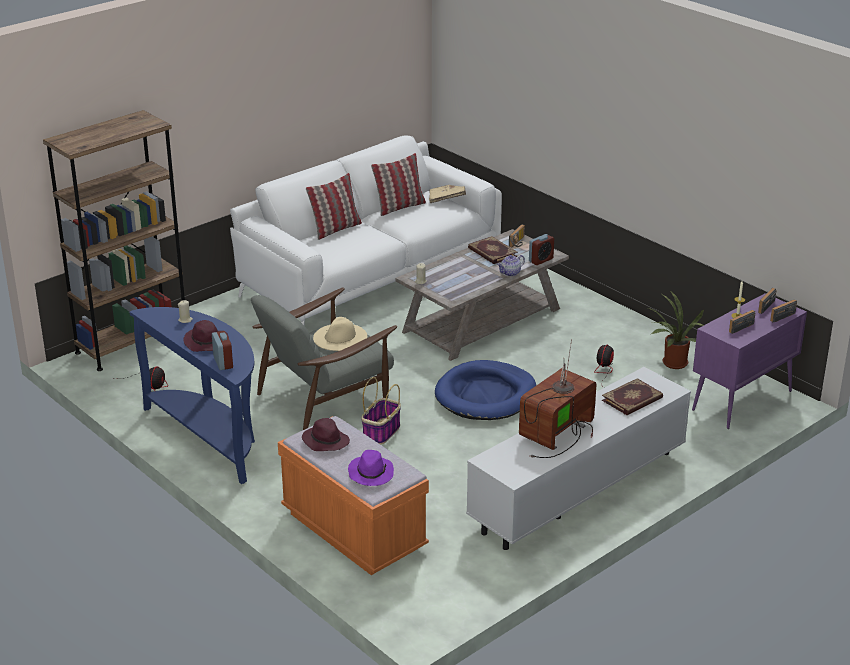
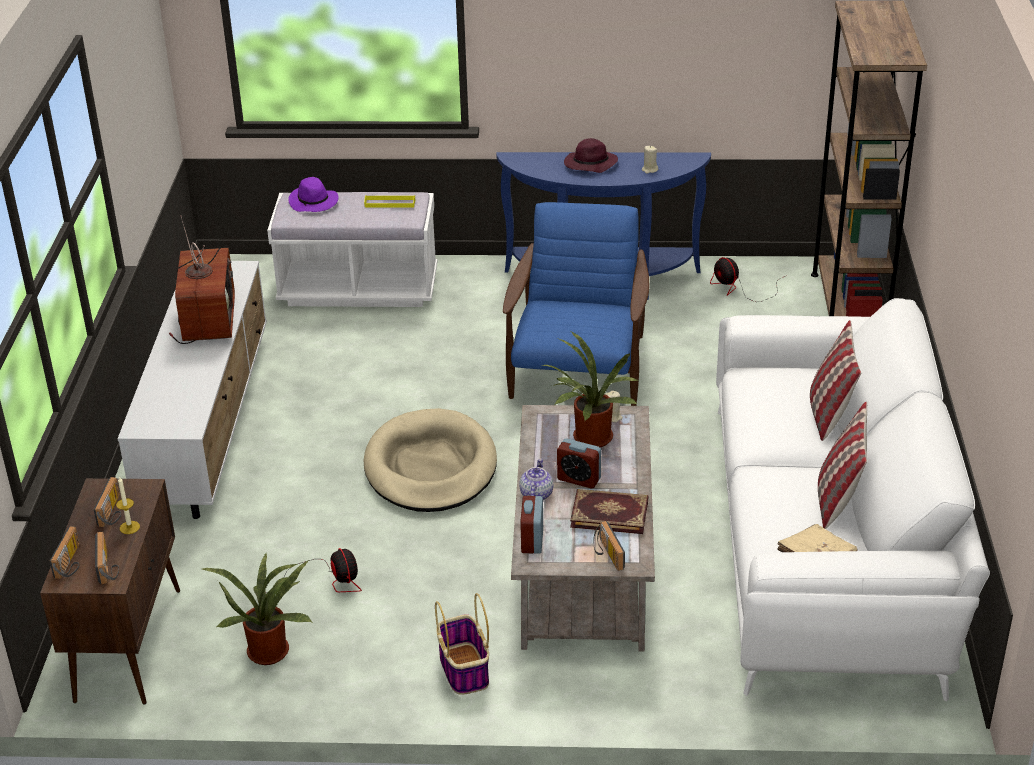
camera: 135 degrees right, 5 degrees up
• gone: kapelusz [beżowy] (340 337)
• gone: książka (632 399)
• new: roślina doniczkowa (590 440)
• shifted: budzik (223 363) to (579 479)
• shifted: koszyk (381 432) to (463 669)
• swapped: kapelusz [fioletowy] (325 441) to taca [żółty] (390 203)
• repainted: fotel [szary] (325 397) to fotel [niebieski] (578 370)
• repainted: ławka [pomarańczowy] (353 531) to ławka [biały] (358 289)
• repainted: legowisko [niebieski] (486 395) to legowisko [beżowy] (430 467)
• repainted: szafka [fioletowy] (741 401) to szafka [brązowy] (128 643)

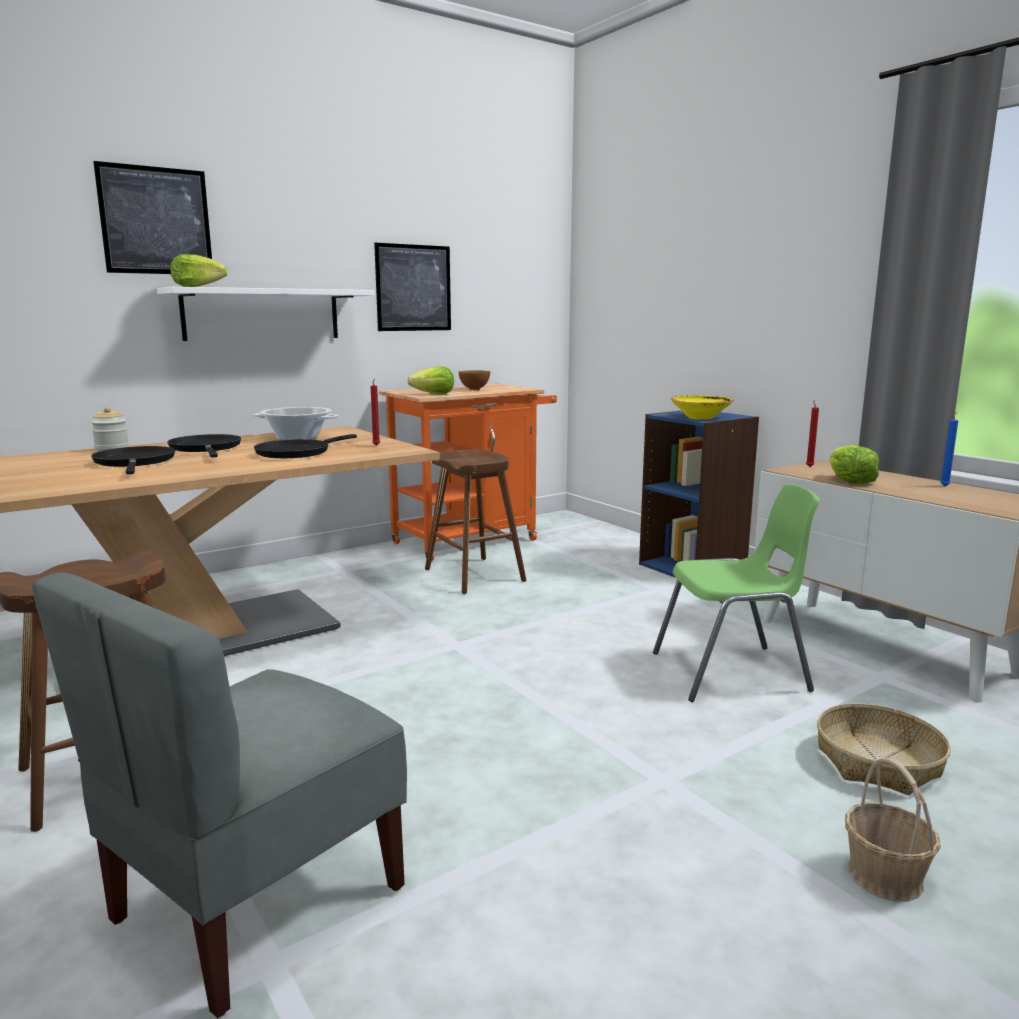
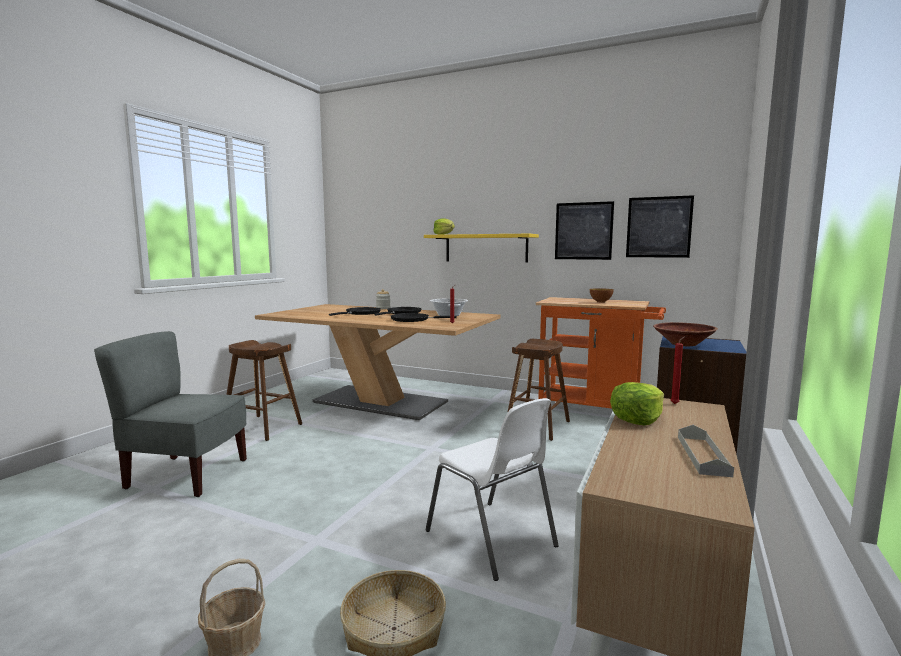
camera: 60 degrees right, 5 degrees down
• gone: sałata (434 394)
• shifted: obraz (156 221) to (658 227)
• swapped: świeca [niebieski] (945 486) to taca [szary] (703 455)
• repainted: półka [biały] (262 314) to półka [żółty] (486 248)
• repainted: krzesło [zielony] (732 672) to krzesło [biały] (492 539)
• repainted: miska [żółty] (700 418) to miska [brązowy] (683 344)

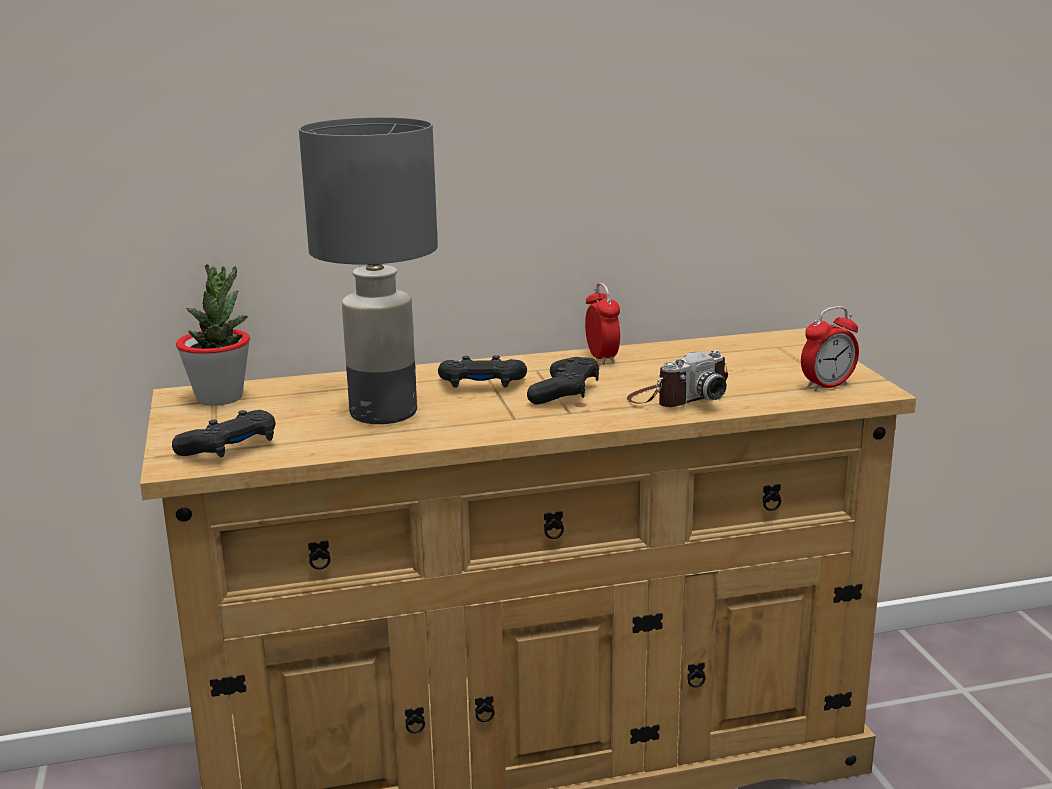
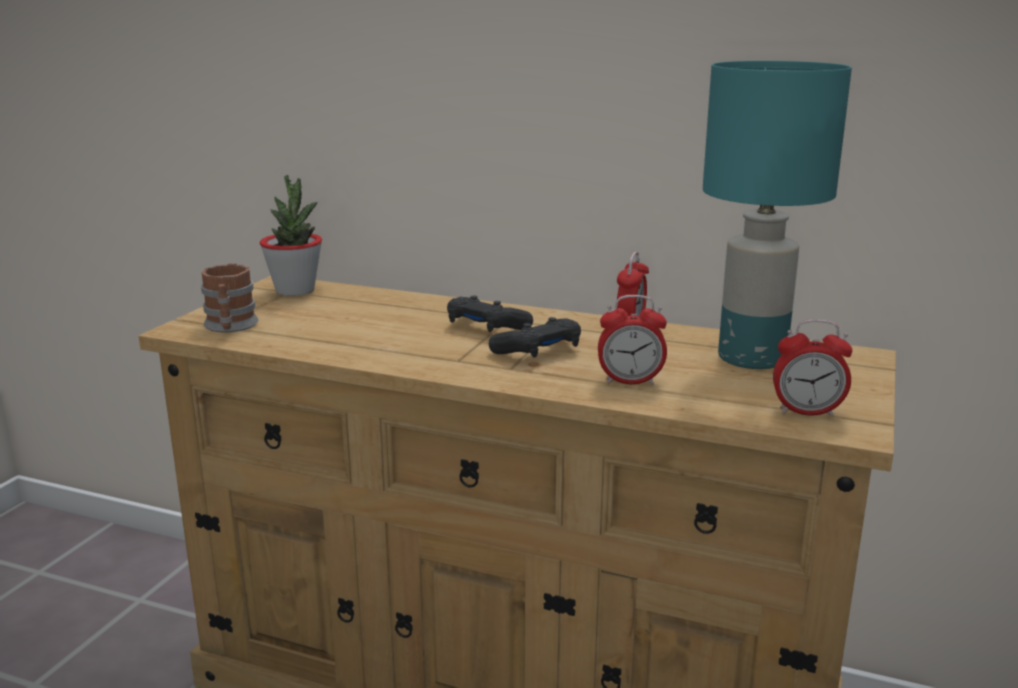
camera: 35 degrees right, 0 degrees up
• gone: lampa stołowa [szary] (384 414)
• new: lampa stołowa [turkusowy] (753 358)
• swapped: pad do gier [czarny] (230 448) to kubek (230 327)
• swapped: aparat fotograficzny (678 397) to budzik (630 382)

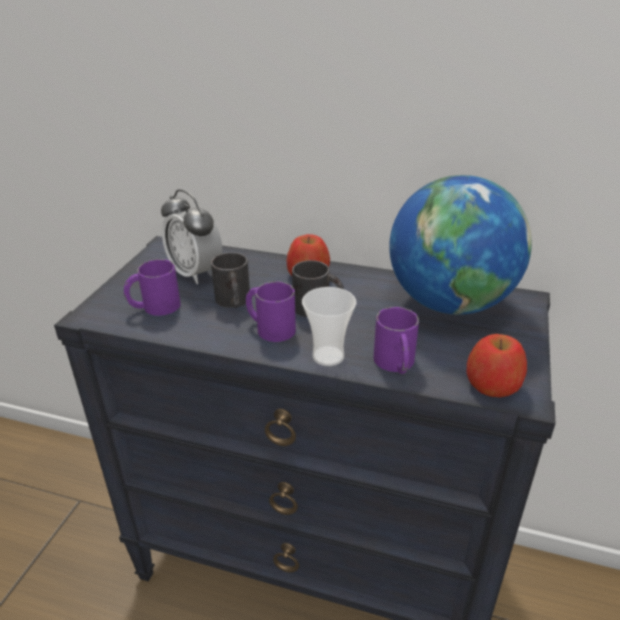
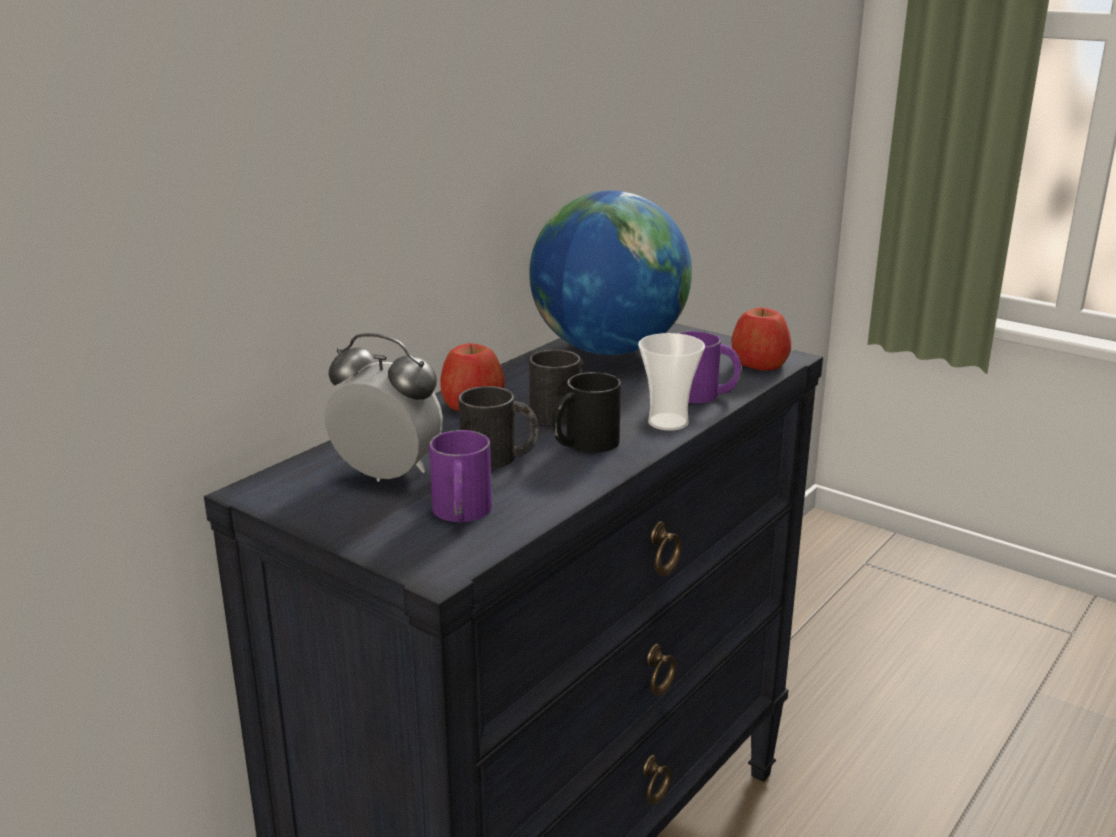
camera: 70 degrees left, 10 degrees down
• repainted: kubek [fioletowy] (269 327) to kubek [czarny] (583 444)
• rotated: budzik (195 273) = (387 474) 135 degrees counterclockwise

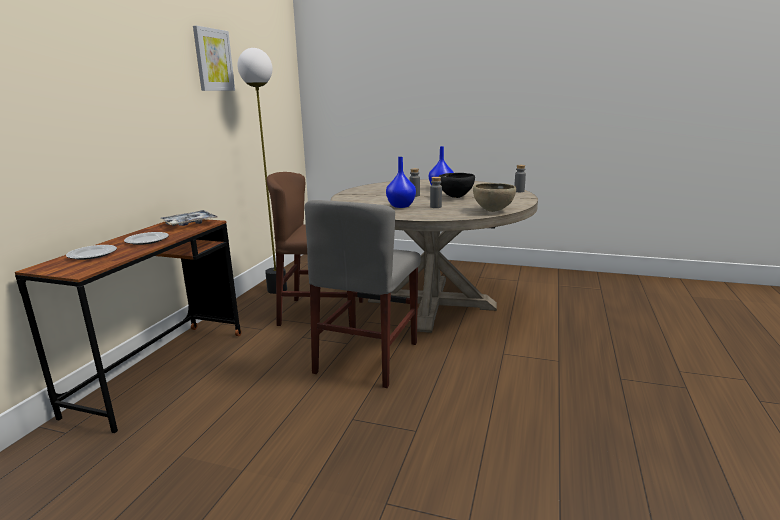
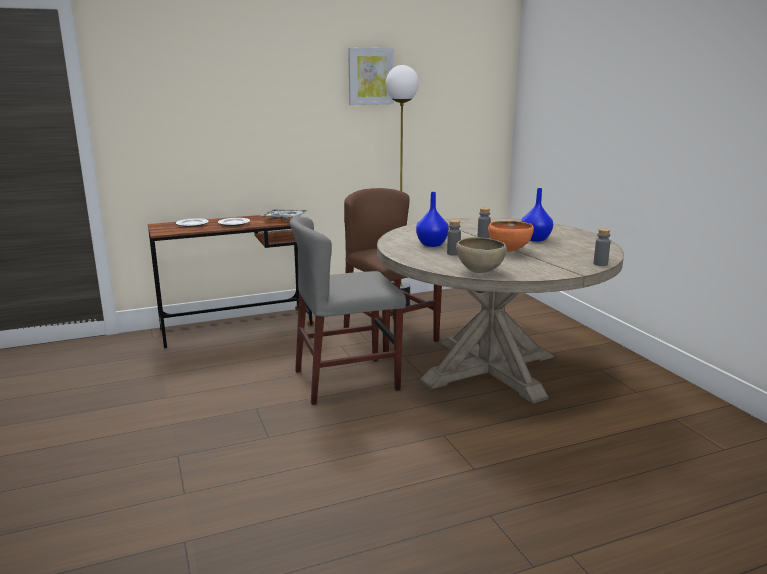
camera: 50 degrees right, 0 degrees up
• repainted: miska [czarny] (456 197) to miska [pomarańczowy] (509 251)

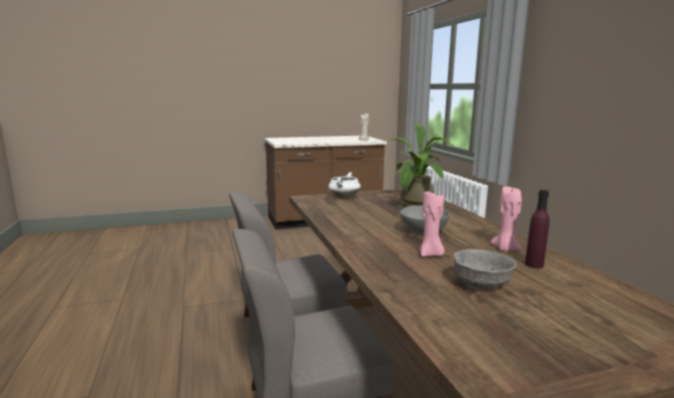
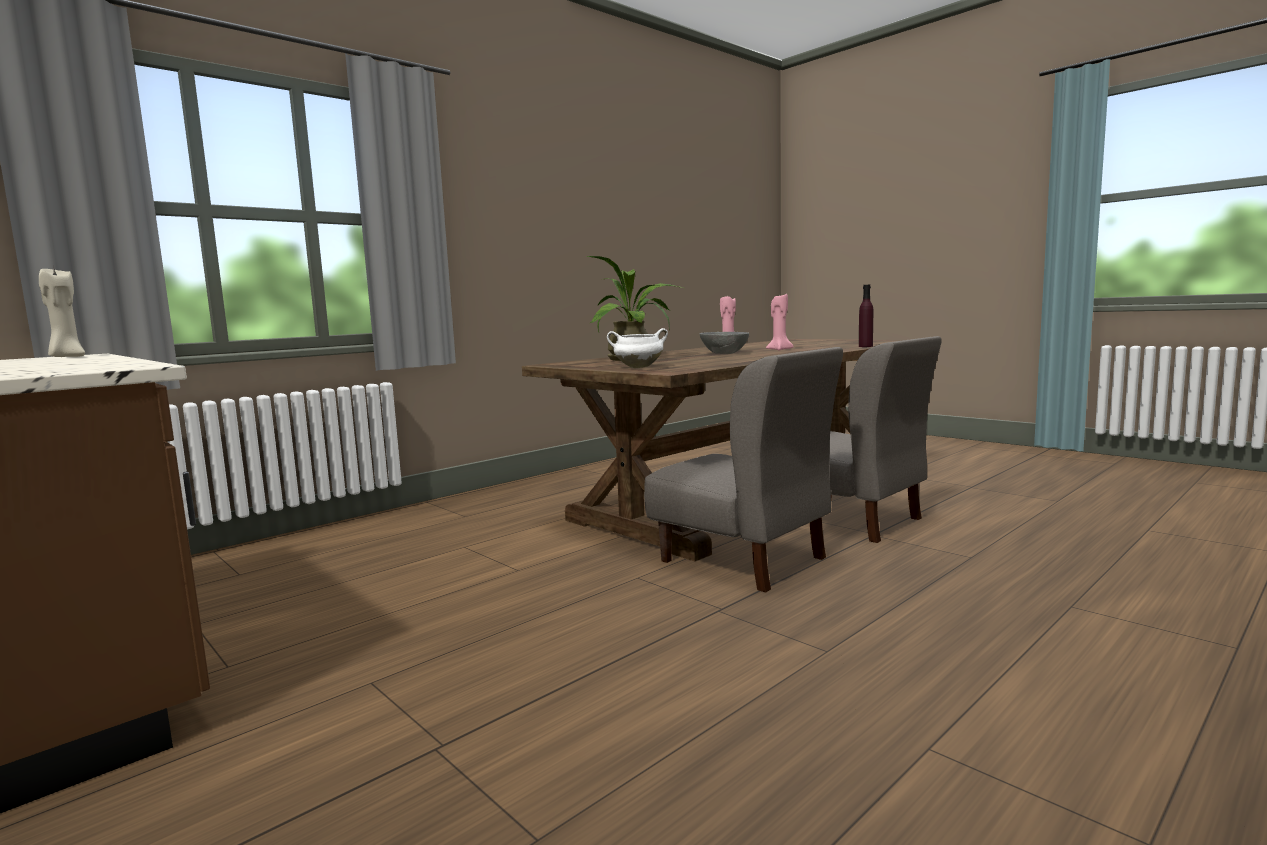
camera: 115 degrees left, 5 degrees down
• gone: miska [szary] (480 285)
• shifted: butelka [fioletowy] (534 264) to (865 346)

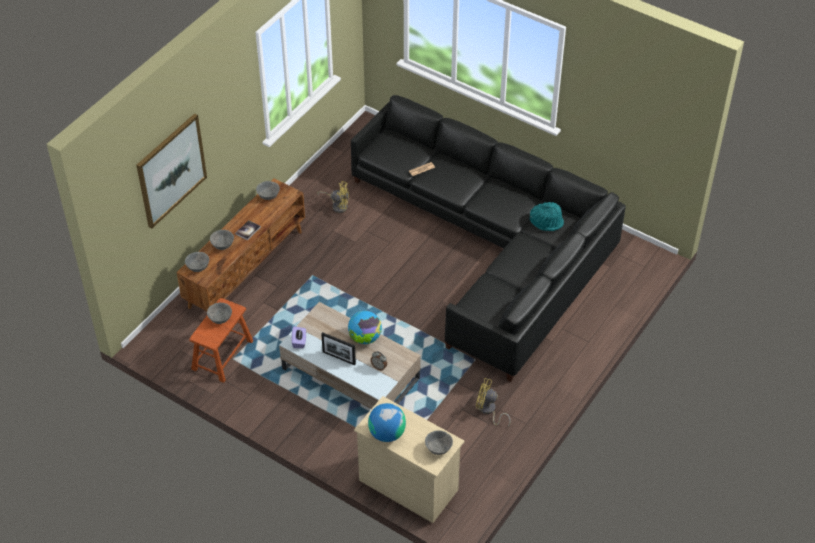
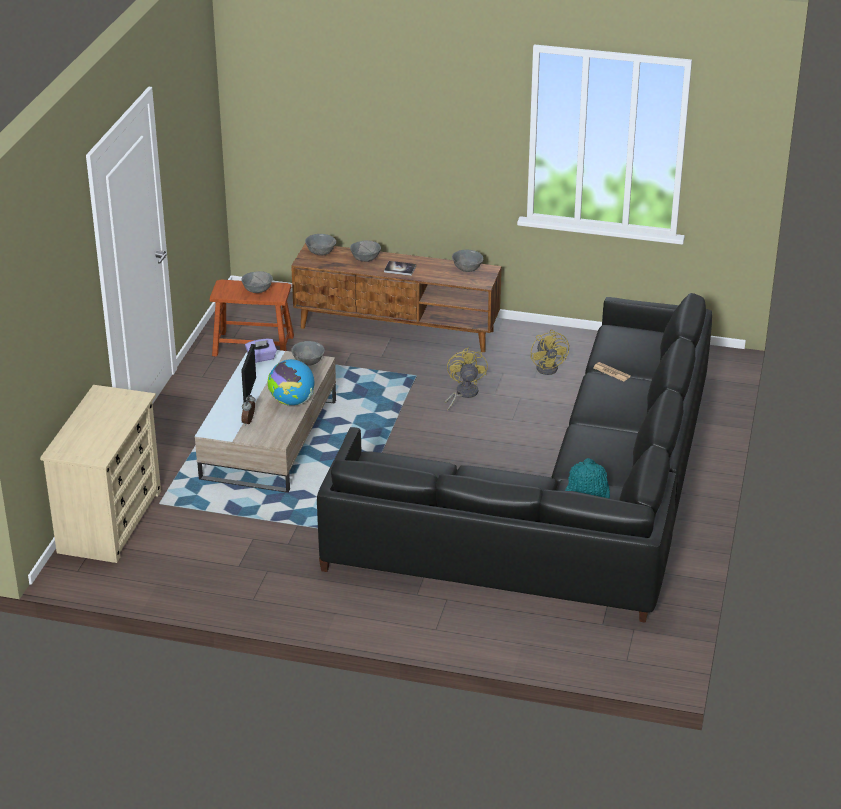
camera: 70 degrees right, 15 degrees down
• gone: obraz (171 170)
• gone: globus (387 433)
• shifted: miska [szary] (438 448) to (308 362)
• shifted: wentylator [żółty] (488 410) to (463 394)

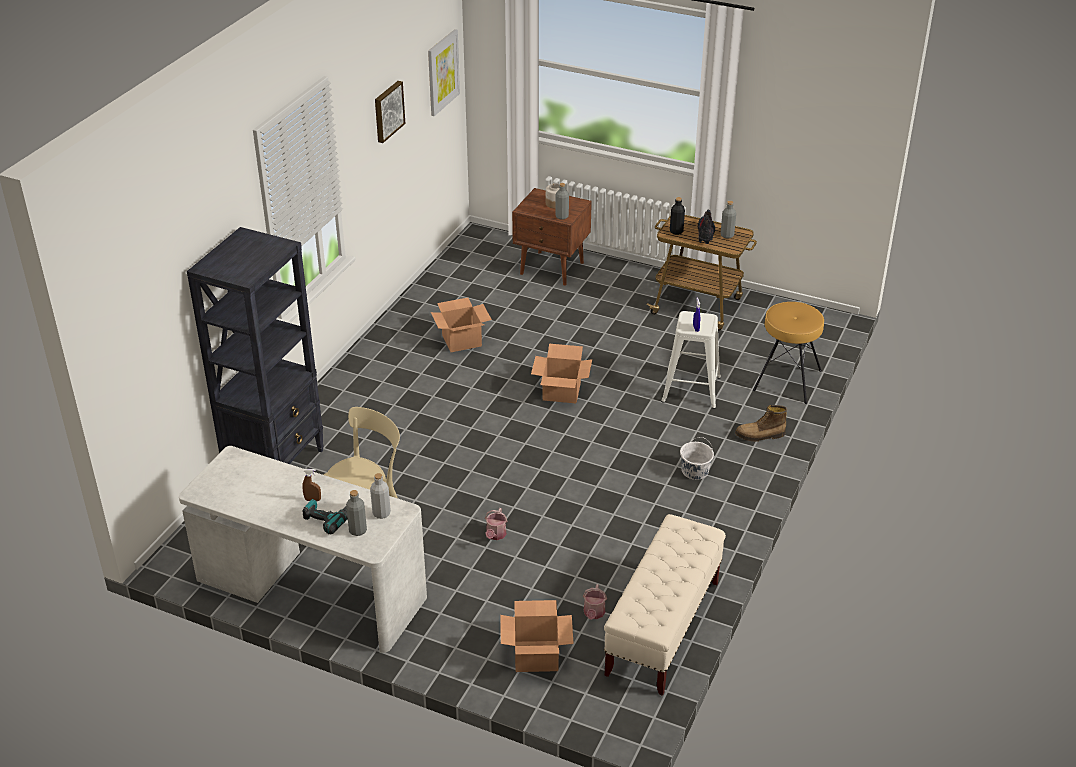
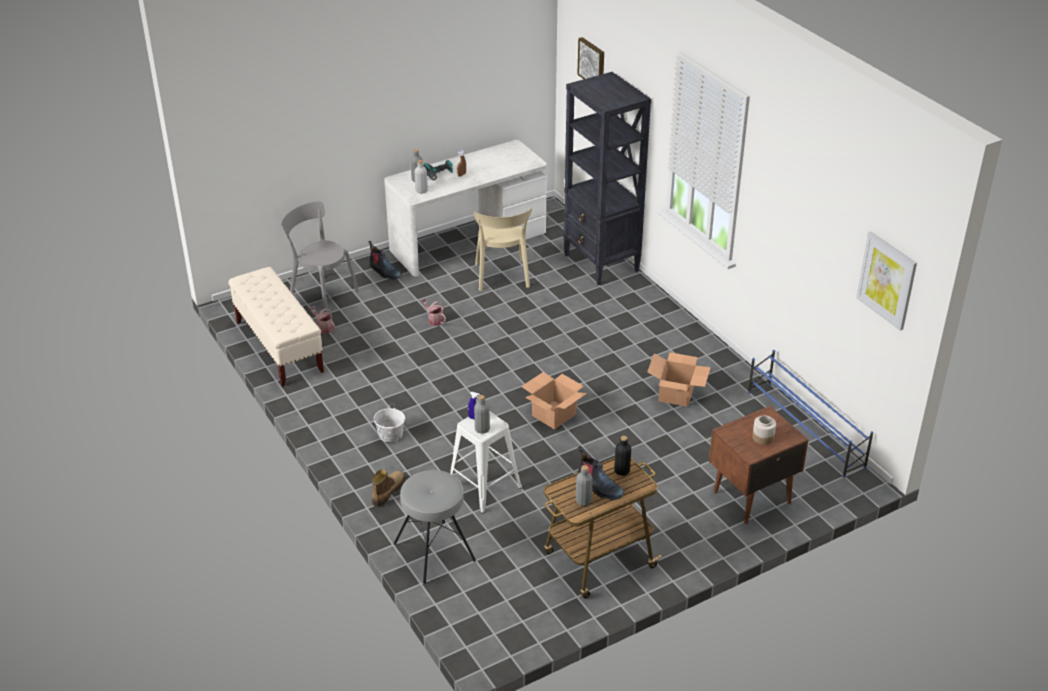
camera: 125 degrees right, 0 degrees up
• new: but z cholewką (384 272)
• new: regał na buty [niebieski] (805 429)
• shifted: obraz (387 111) to (592 63)
• shifted: butelka [szary] (562 216) to (482 429)
• swapped: karton (535 656) to krzesło [szary] (321 294)
• repainted: stołek [brązowy] (786 380) to stołek [szary] (435 551)

